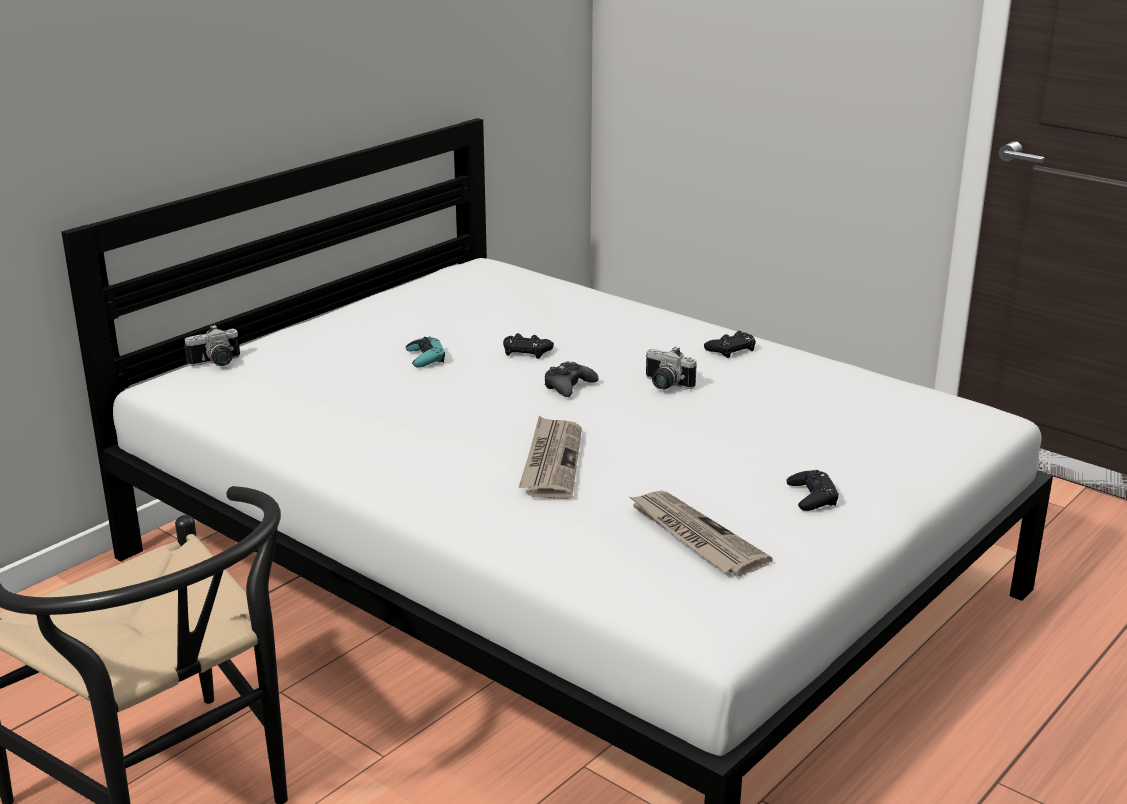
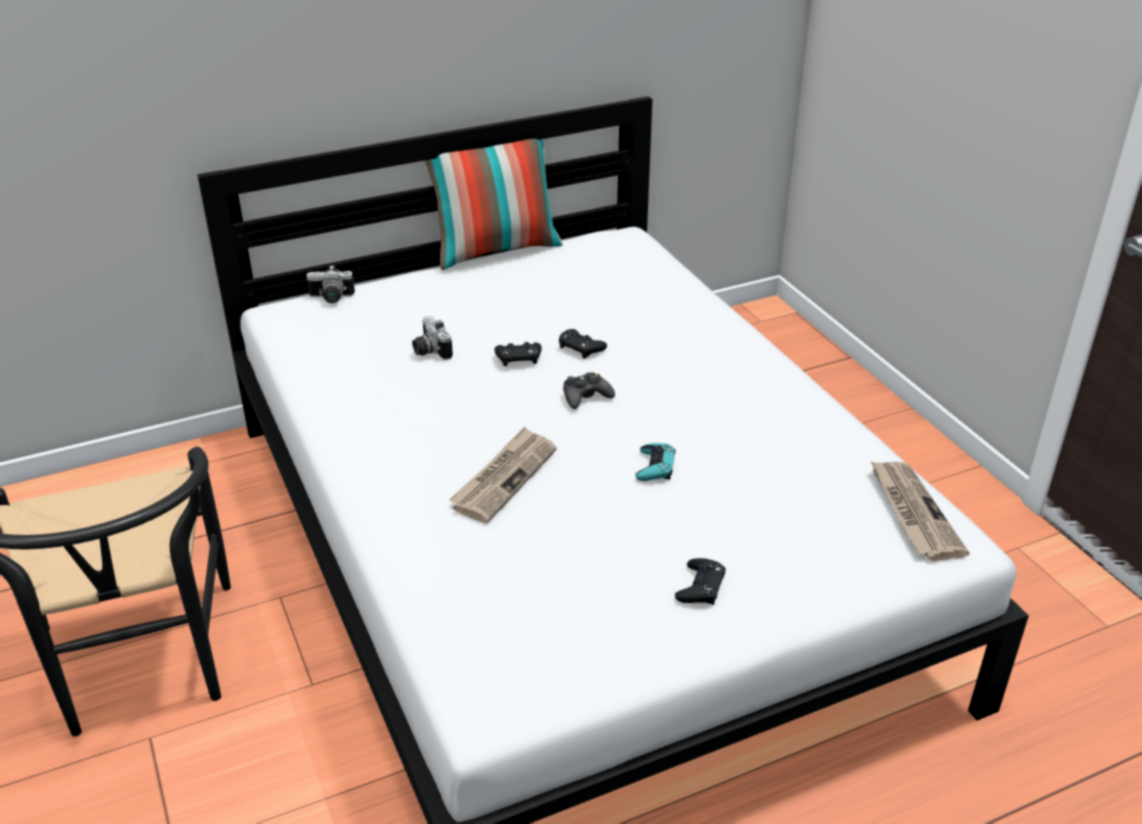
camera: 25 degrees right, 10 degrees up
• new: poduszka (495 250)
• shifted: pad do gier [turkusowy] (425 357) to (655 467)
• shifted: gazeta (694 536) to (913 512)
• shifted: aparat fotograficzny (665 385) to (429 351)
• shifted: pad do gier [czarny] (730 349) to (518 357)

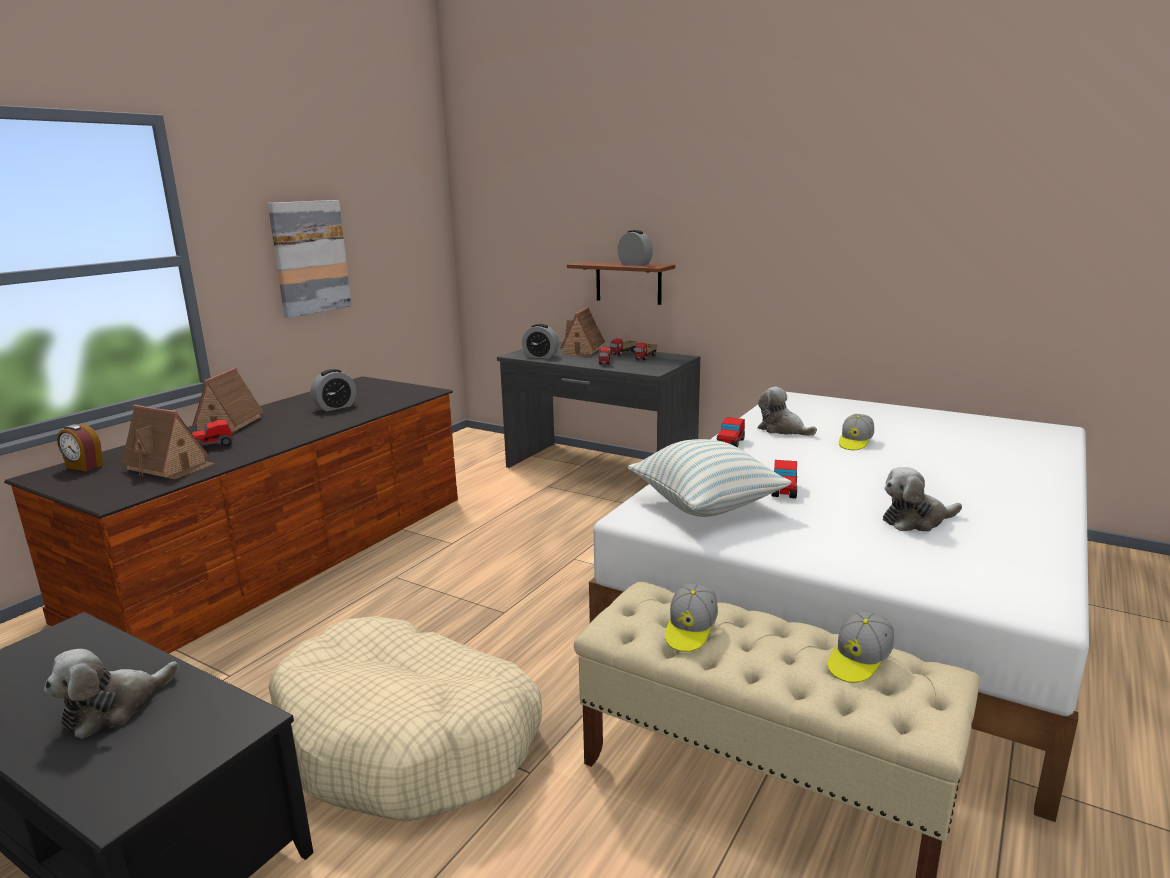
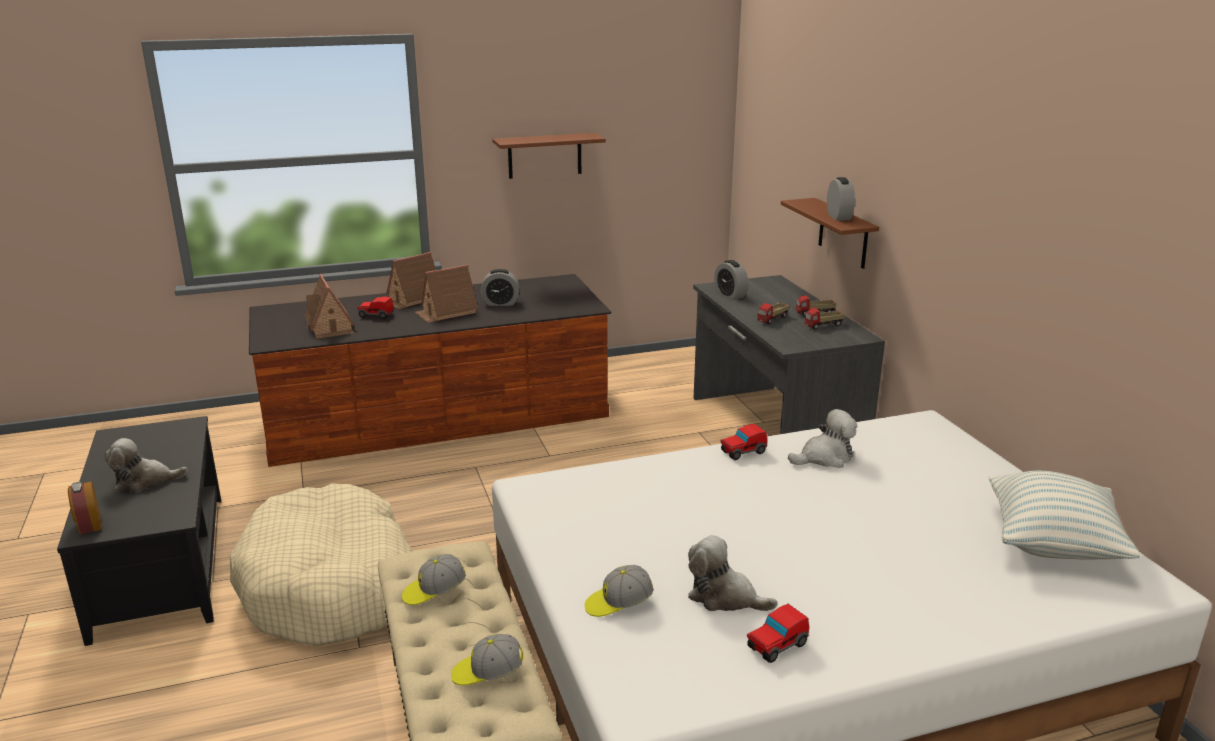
camera: 40 degrees right, 5 degrees up
• shifted: budzik (84 467) to (89 525)
• shifted: domek (582 350) to (446 312)
• shifted: poduszka (706 506) to (1052 544)
• shifted: samochodzik (784 491) to (776 646)
• shifted: czapka z daszkiem (855 442) to (618 604)
• swapped: obraz (310 257) to półka [brązowy] (544 155)
• rotated: pluszak (782 429) = (824 458) 75 degrees clockwise

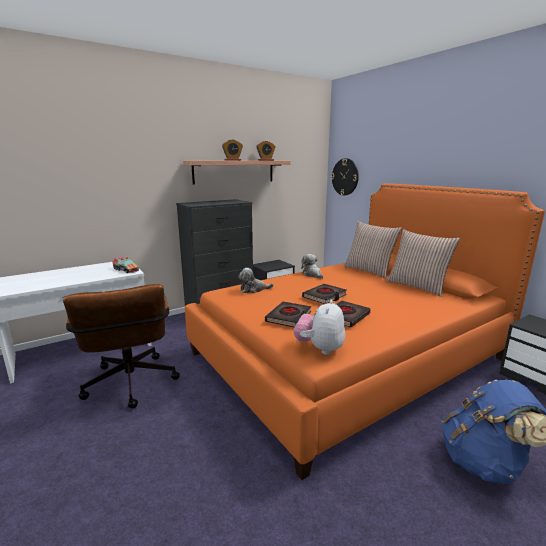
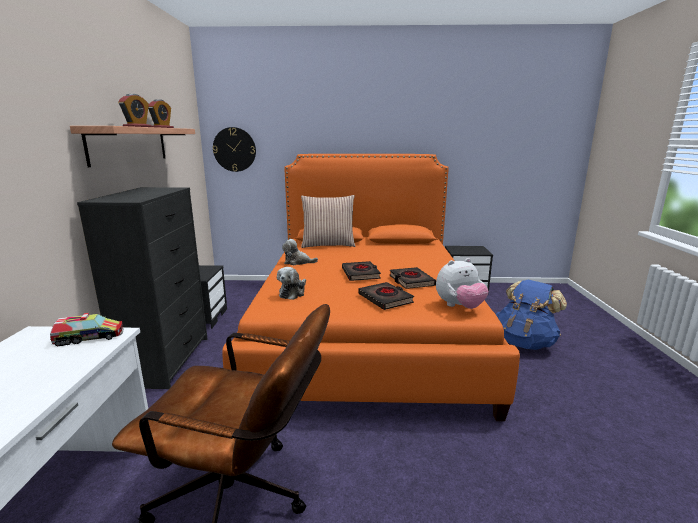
camera: 55 degrees left, 0 degrees up
• gone: poduszka (417 286)
• rotated: pluszak (320 349) = (459 307) 75 degrees counterclockwise

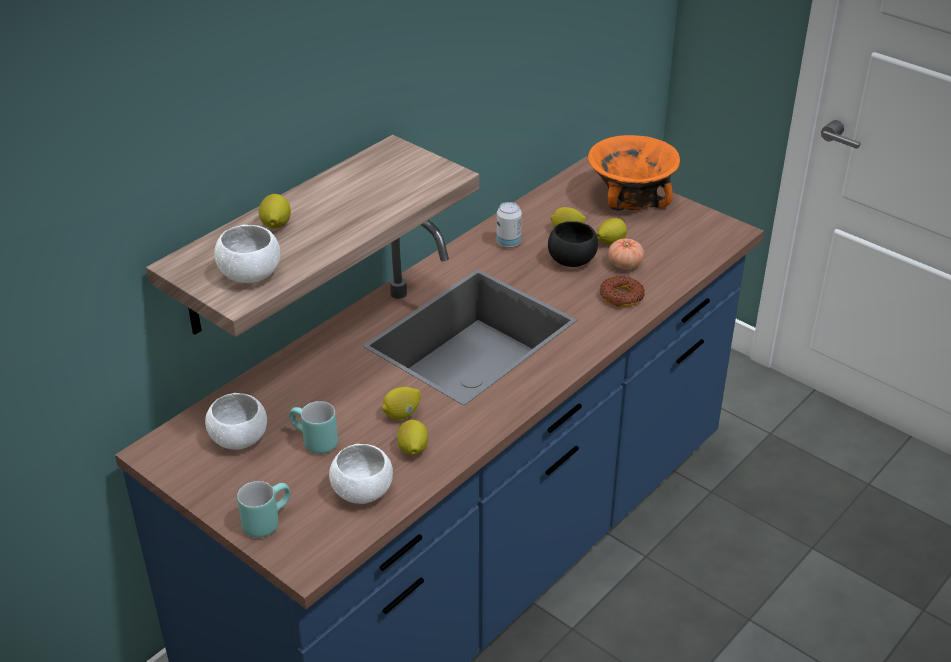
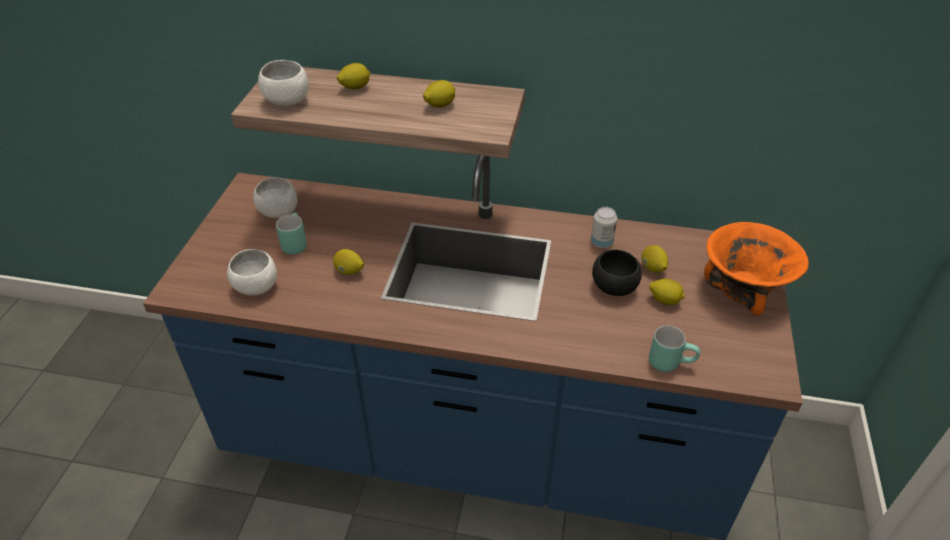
camera: 60 degrees right, 5 degrees up
• gone: donut (621 296)
• gone: pomidor (625 264)
• shifted: kubek [turkusowy] (266 520) to (670 362)
• shifted: cytryna (412 449) to (439 105)

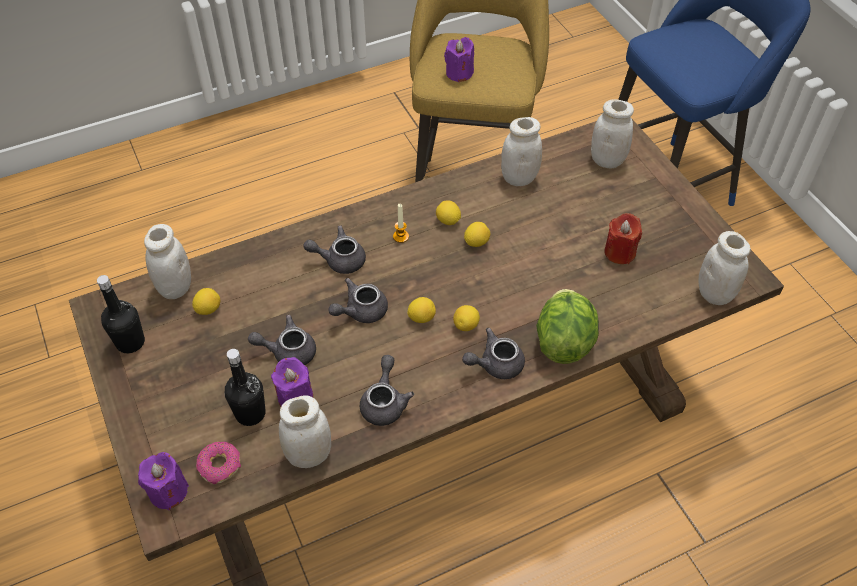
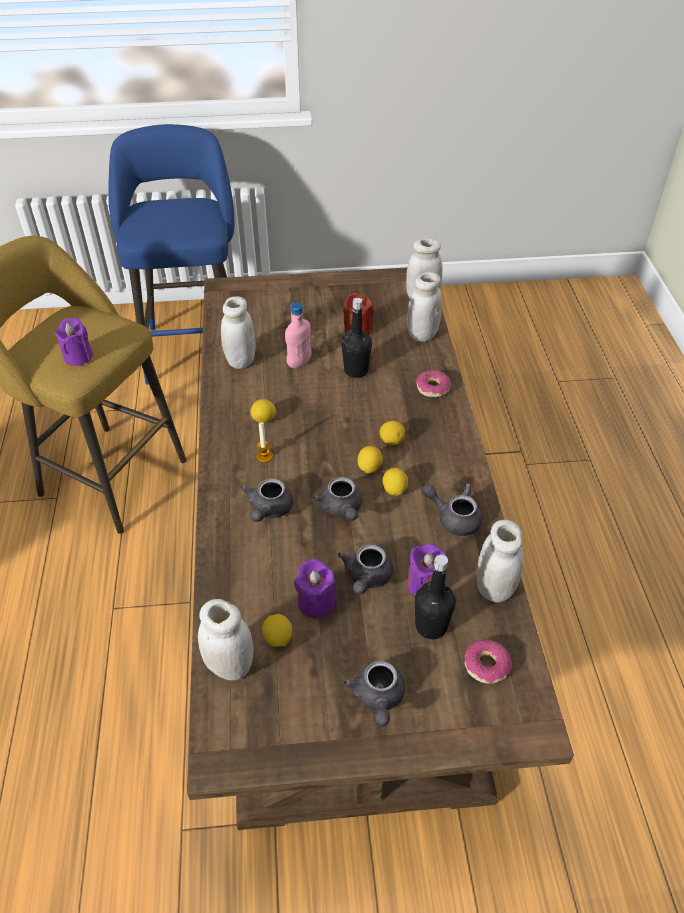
camera: 70 degrees left, 5 degrees down
• new: butelka [różowy] (299 363)
• shifted: butelka [czarny] (130 342) to (356 370)
• shifted: świeca [fioletowy] (168 491) to (316 602)
• shifted: imbryk [szary] (495 364) to (378 698)
• shifted: cytryna (476 242) to (394 490)
• shifted: słoik [biały] (607 160) to (422 334)
• swapped: sałata (563 341) to donut (432 388)

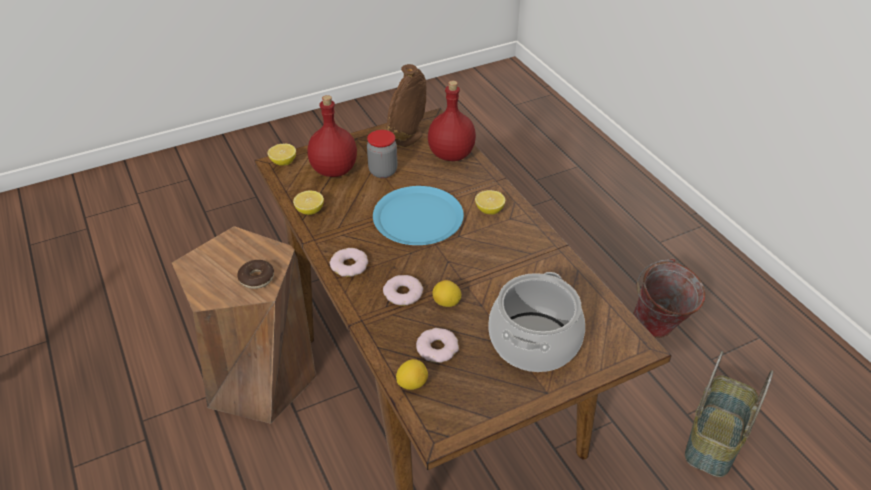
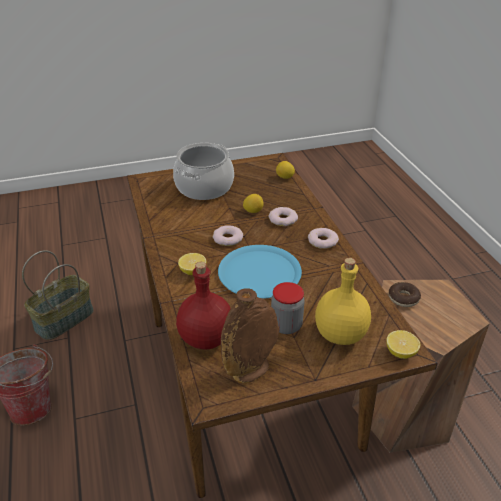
camera: 170 degrees left, 5 degrees down
• gone: cytryna (310 211)
• shifted: donut (437 348) to (228 239)
• repainted: butelka [czerwony] (335 170) to butelka [żółty] (339 334)

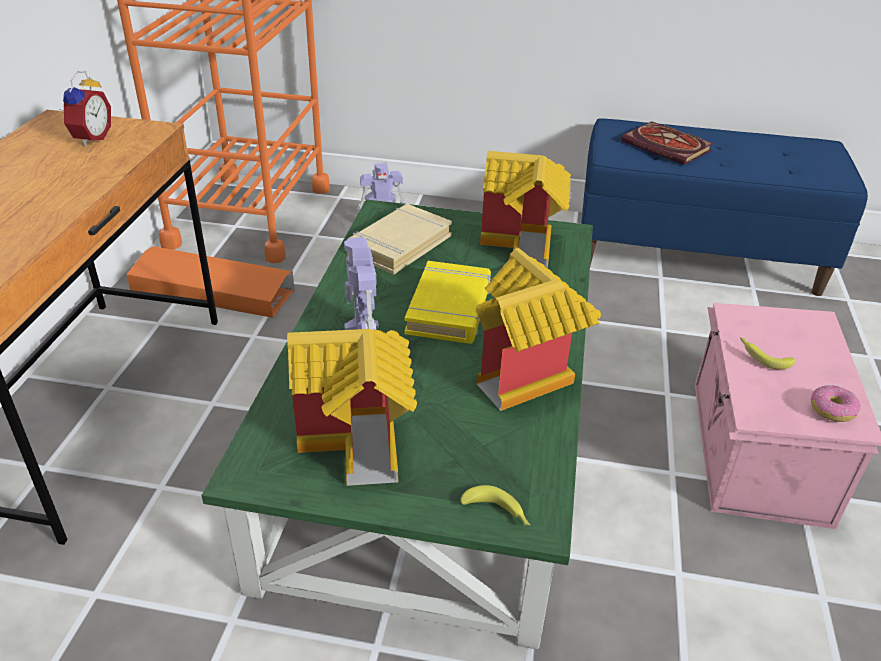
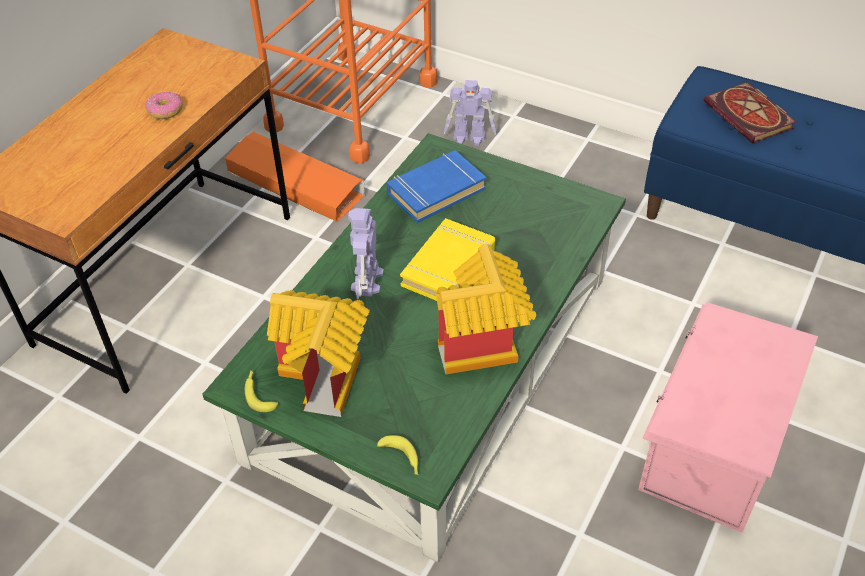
camera: 20 degrees right, 10 degrees up
• gone: budzik (90 138)
• gone: domek (525 245)
• shifted: banan (762 356) to (259 394)
• shifted: donut (832 409) to (165 110)
• repainted: książka [beżowy] (399 245) to książka [niebieski] (435 191)

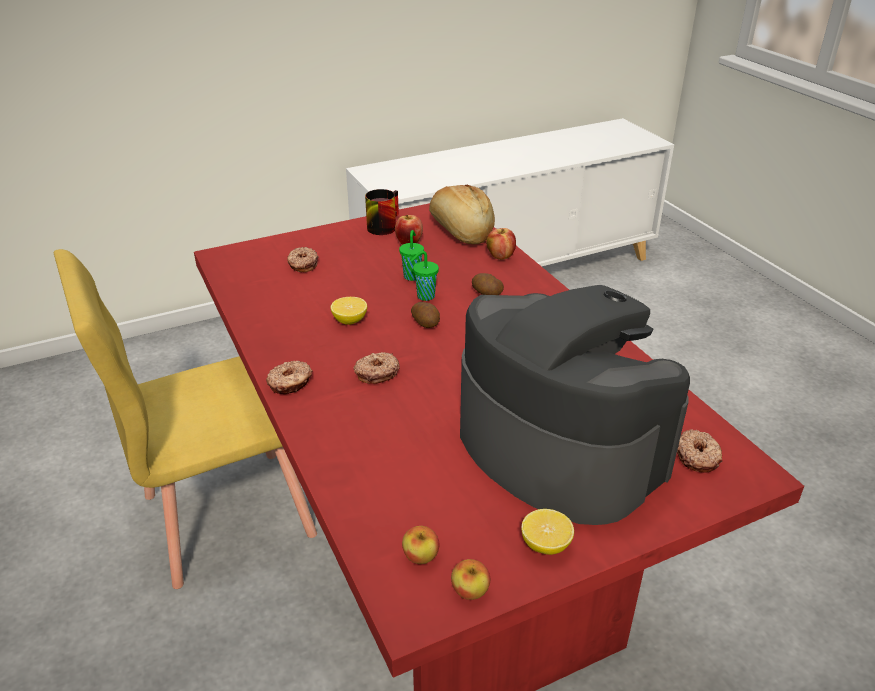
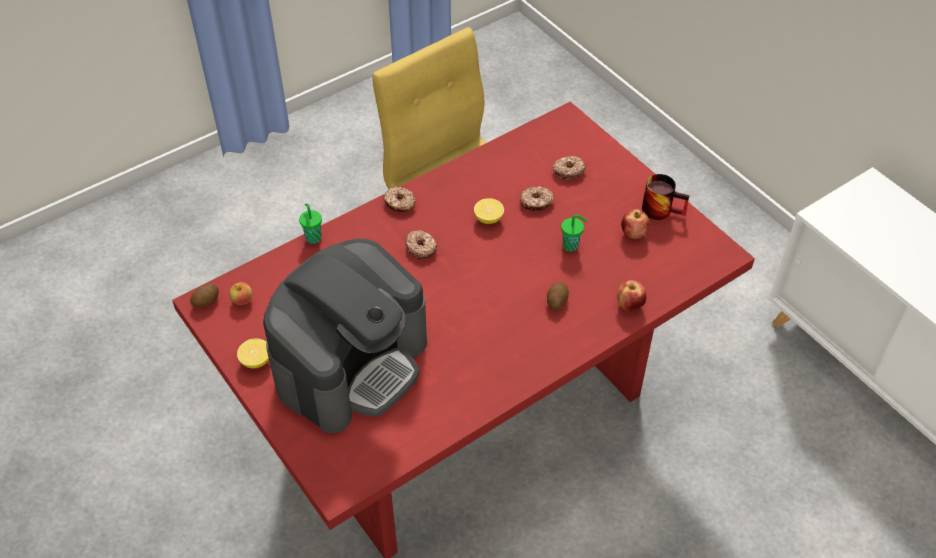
camera: 80 degrees right, 15 degrees up
• gone: chleb (460 231)
• gone: jabłko (470 591)
• shifted: filiżanka [zielony] (424 296) to (313 237)
• shifted: ziemniak (426 323) to (206 301)
• shifted: donut (698 457) to (536 202)

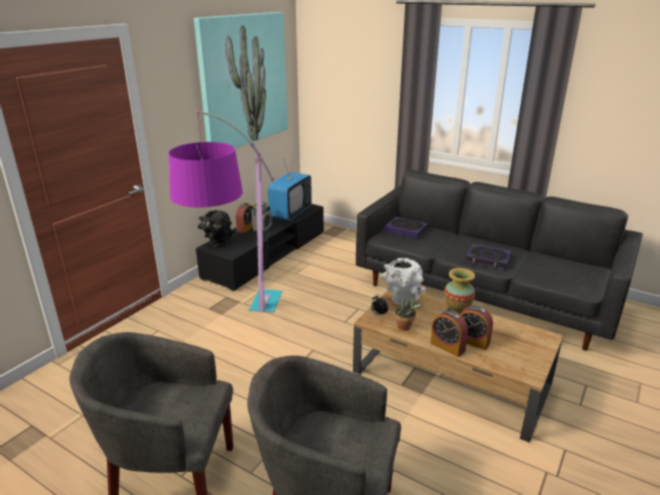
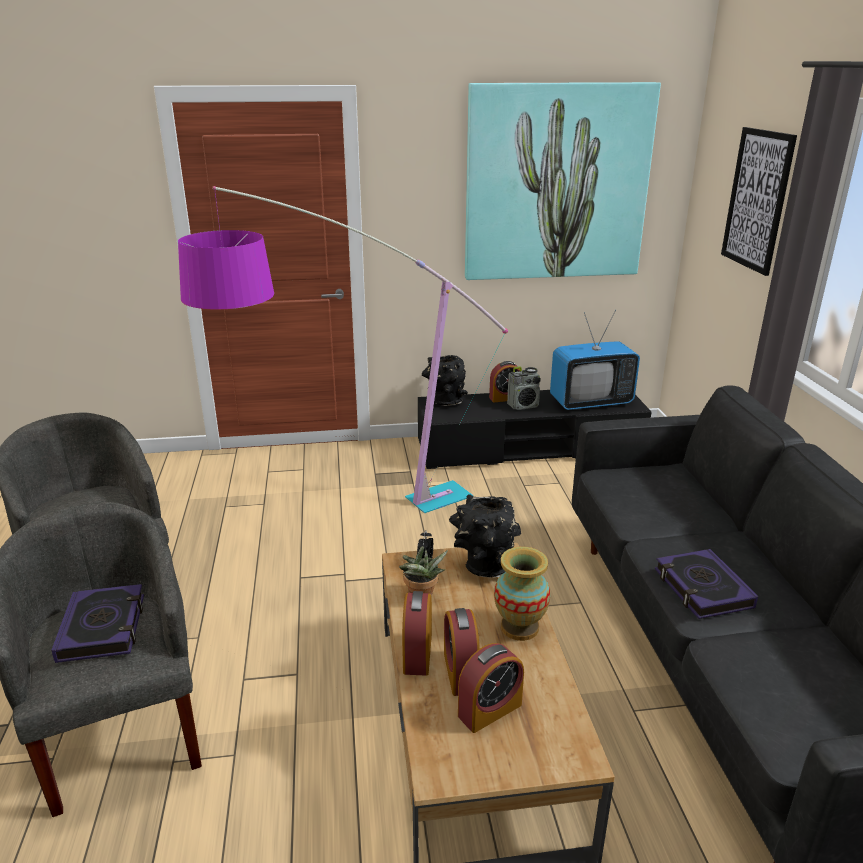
camera: 50 degrees right, 0 degrees up
• new: budzik (490 710)
• new: obraz (757 200)
• shifted: książka (406 230) to (103 628)
• repainted: wazon [biały] (401 301) to wazon [czarny] (483 566)

